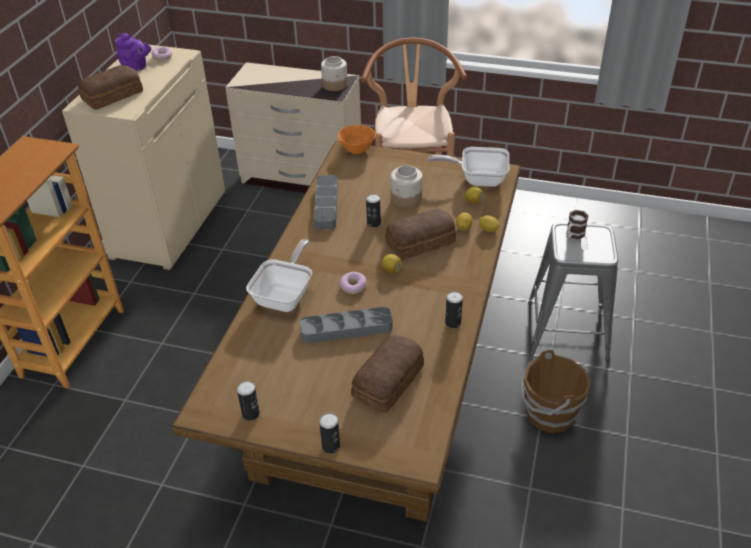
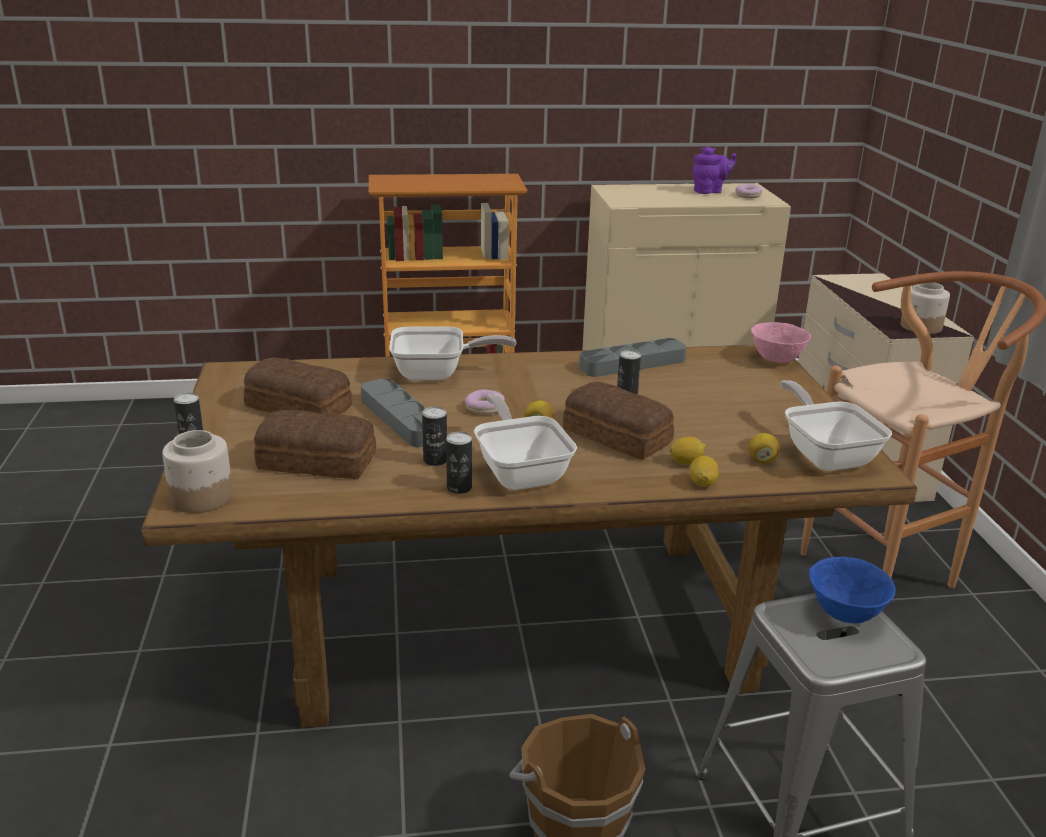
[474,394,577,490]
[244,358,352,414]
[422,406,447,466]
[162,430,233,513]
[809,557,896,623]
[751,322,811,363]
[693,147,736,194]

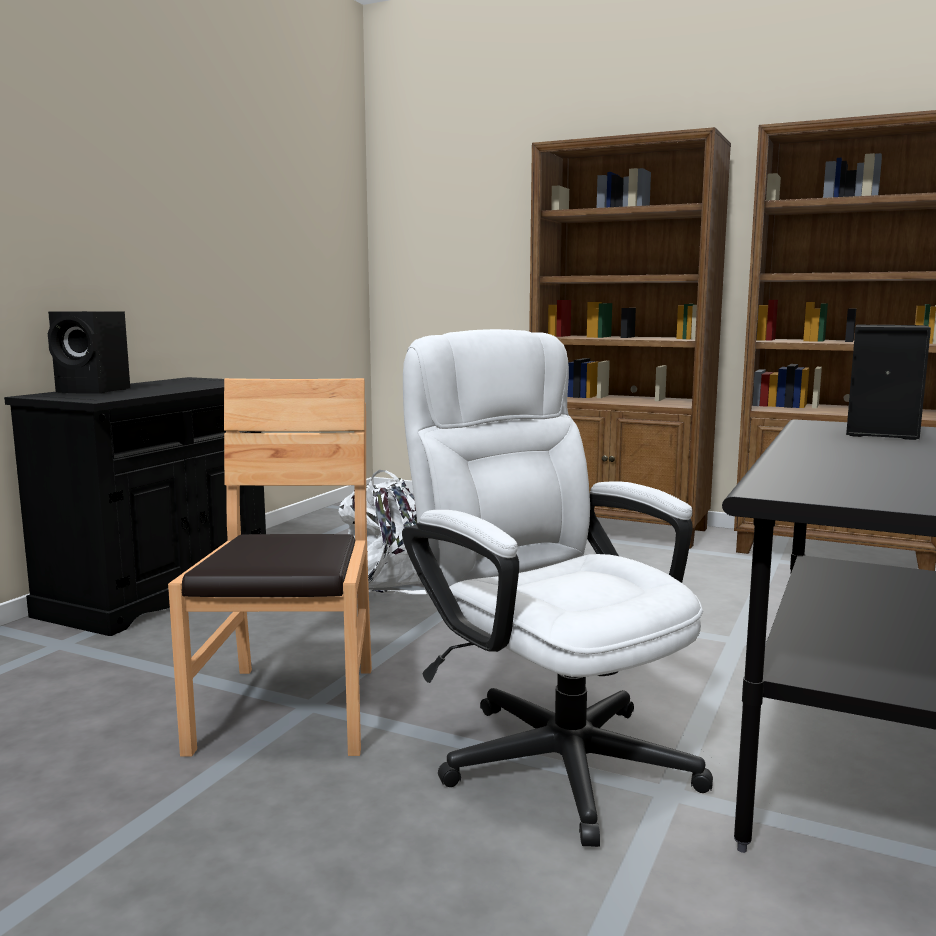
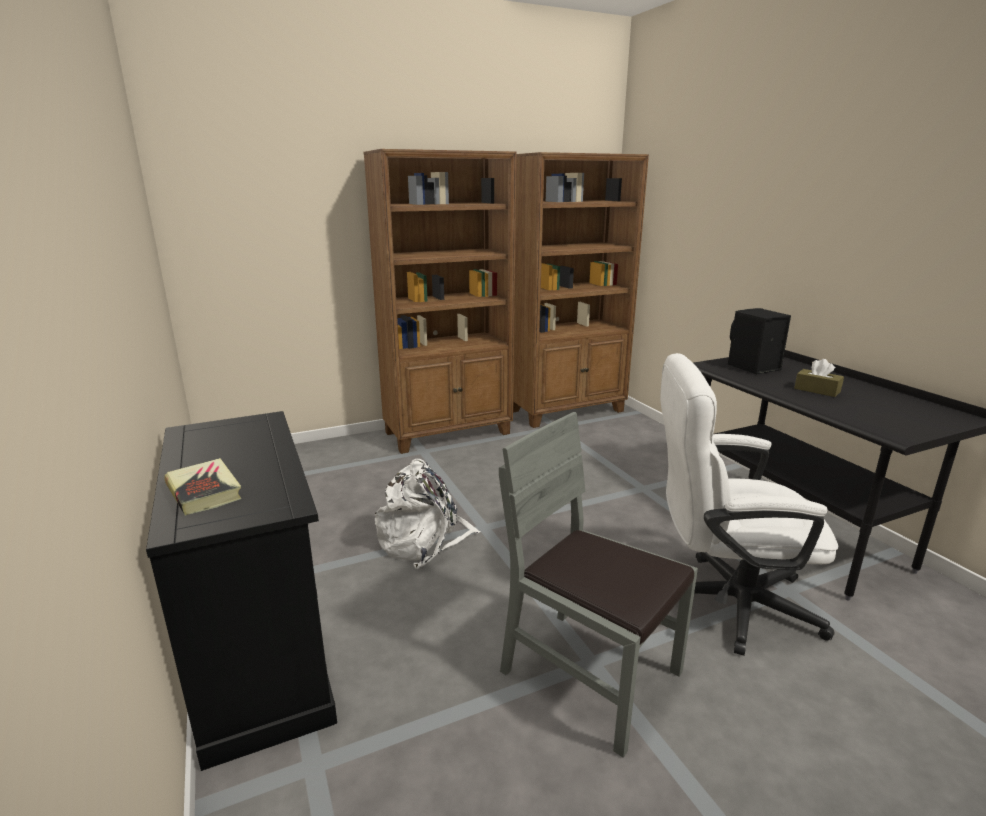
[794,359,844,397]
[164,458,242,515]
[499,412,698,758]

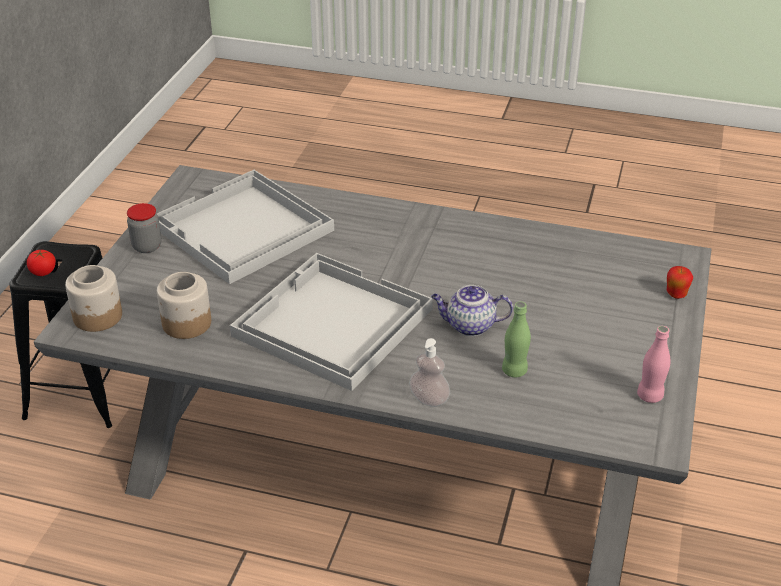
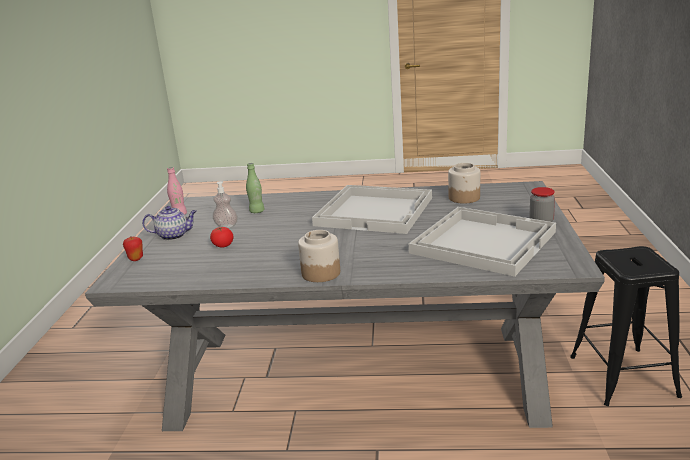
[210,227,233,248]
[298,230,340,282]
[213,181,238,228]
[142,206,197,240]

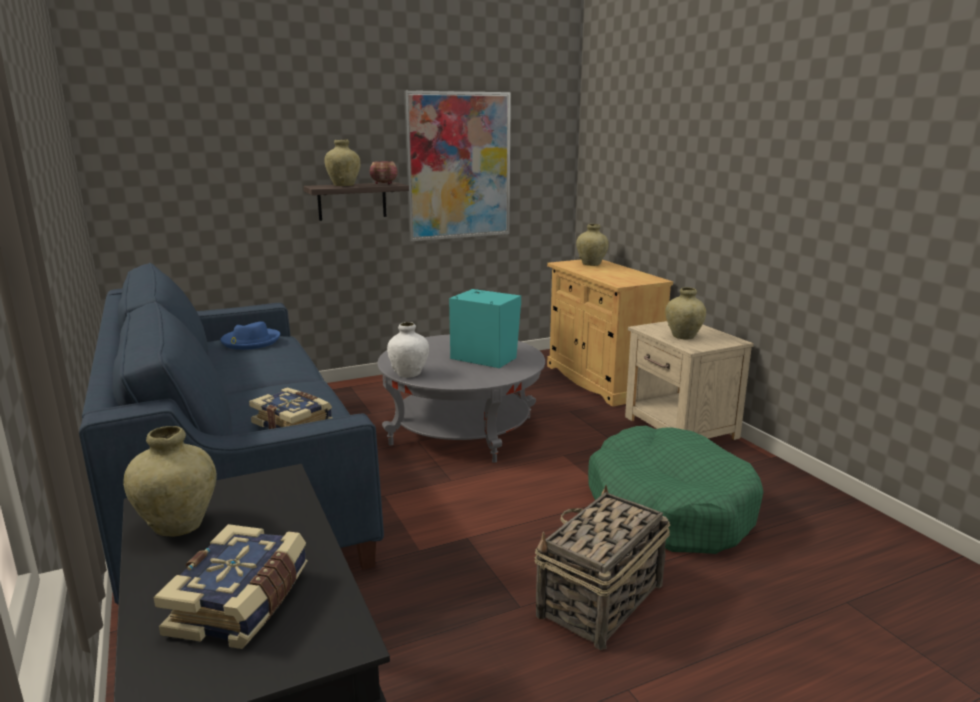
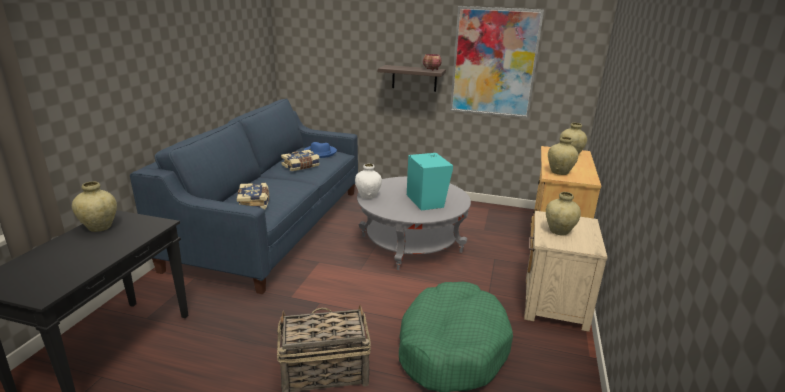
[281,150,320,171]
[548,137,578,175]

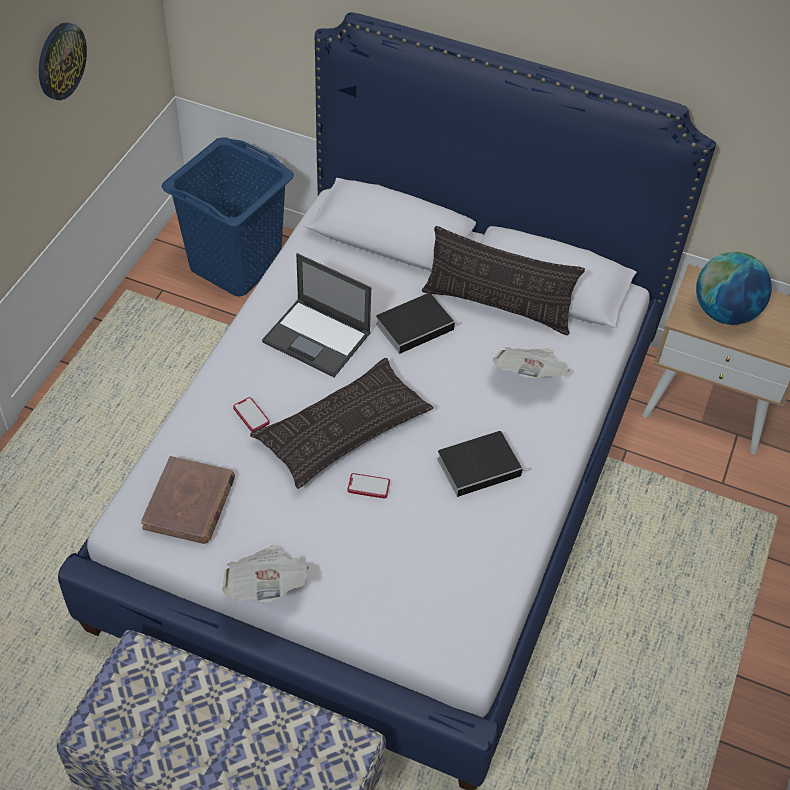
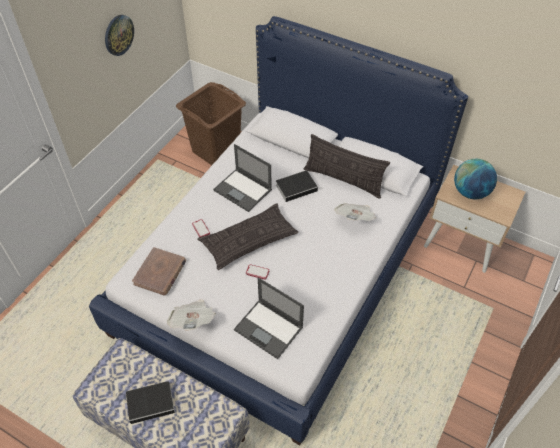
[234,277,304,359]
[126,381,183,424]
[176,82,246,165]

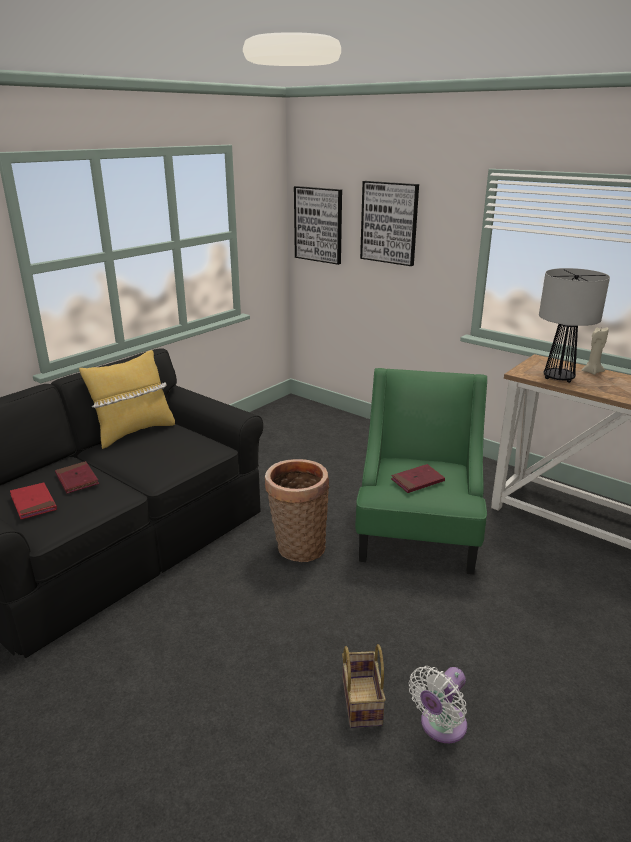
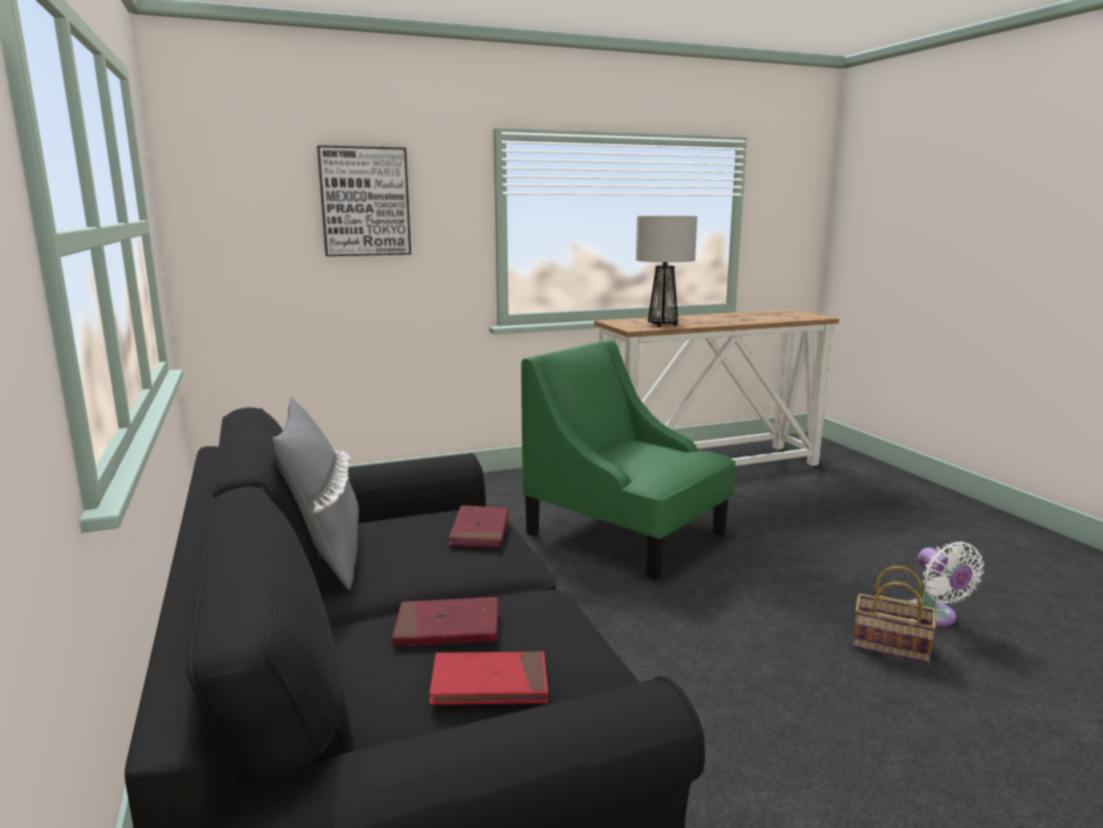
[265,459,329,562] (first image)
[294,186,342,265] (first image)
[448,505,509,548]
[272,396,359,591]

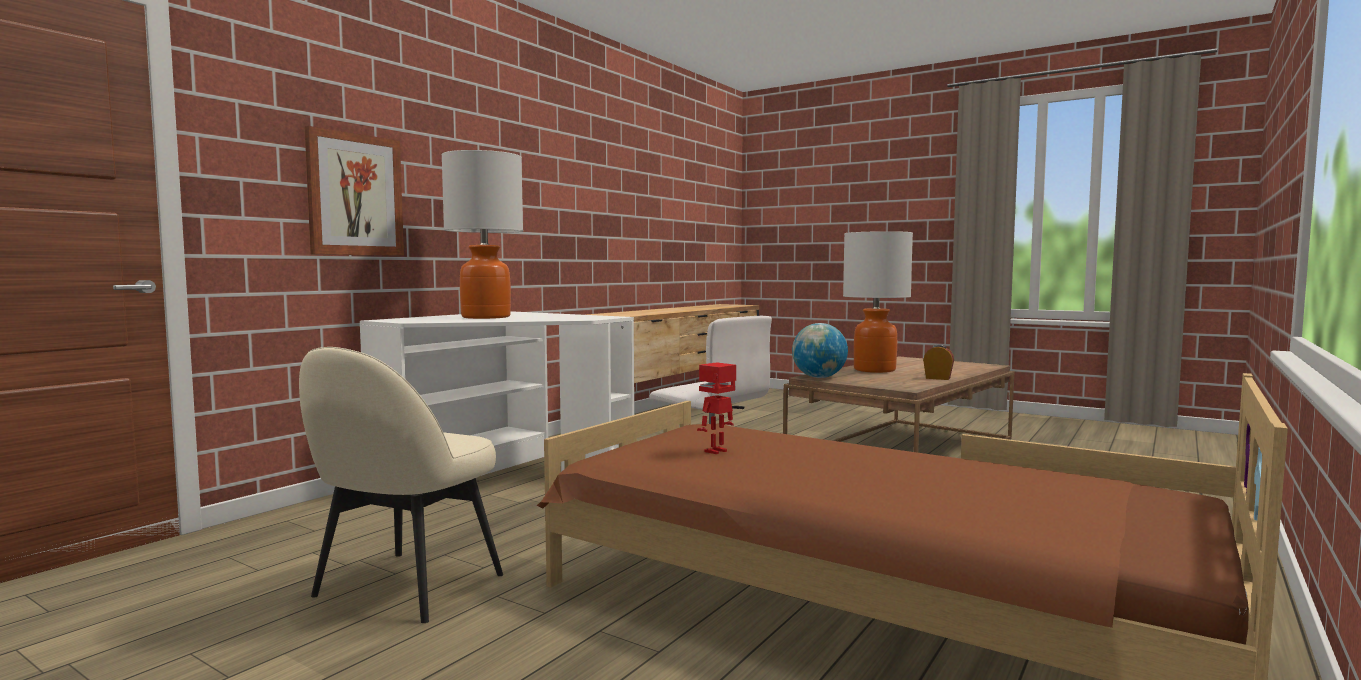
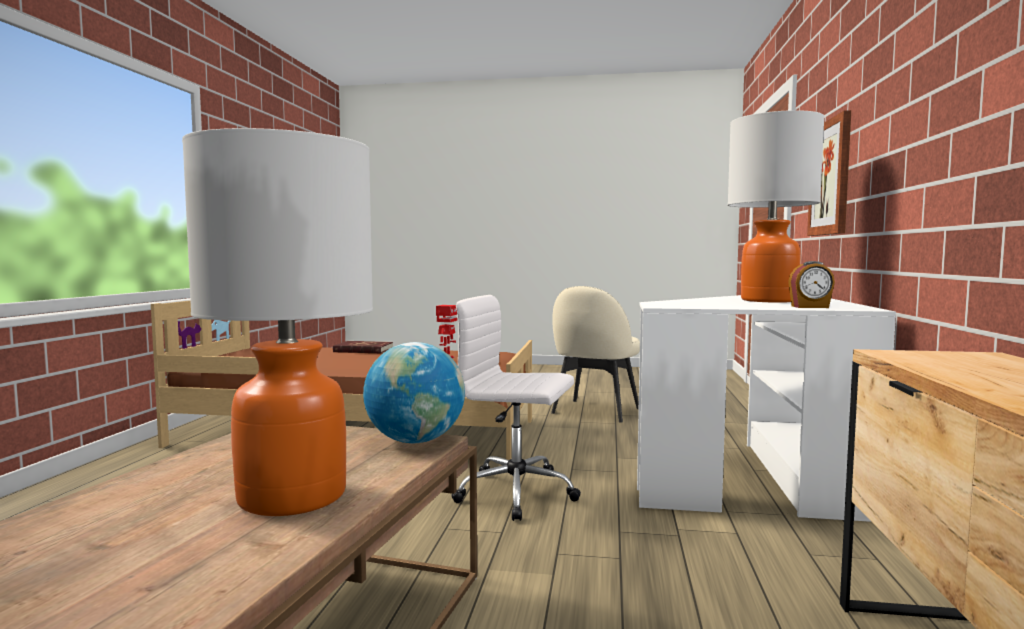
[333,341,393,353]
[788,261,835,308]
[551,286,640,422]

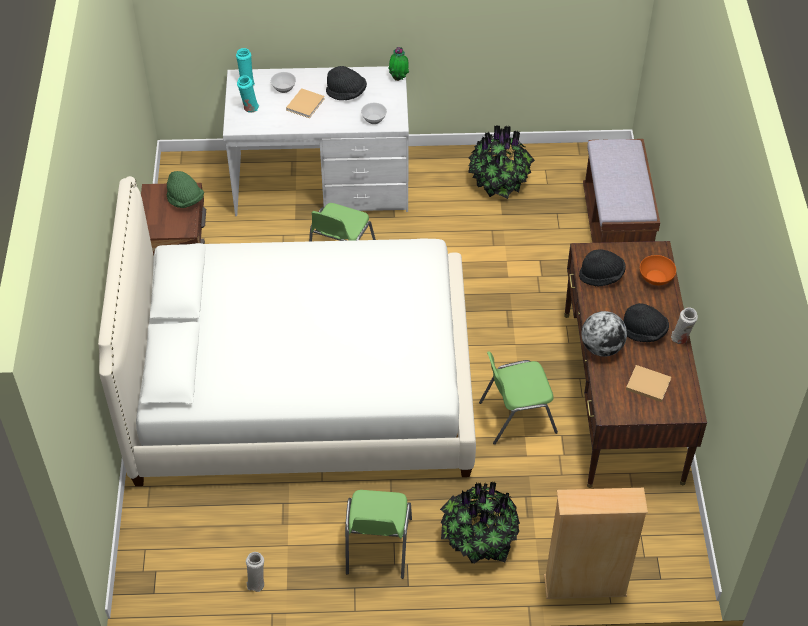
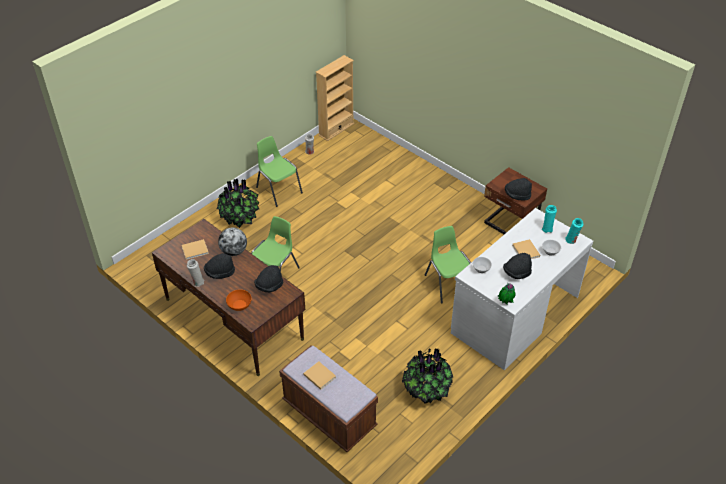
[98,176,476,486] (first image)
[303,361,336,390]
[316,55,354,141]
[505,178,532,201]

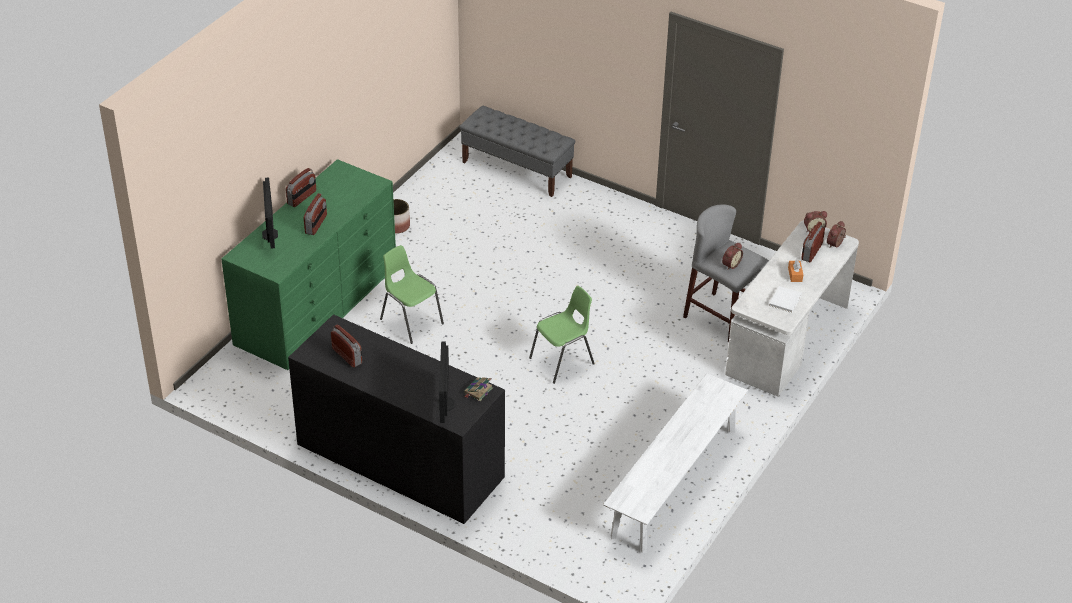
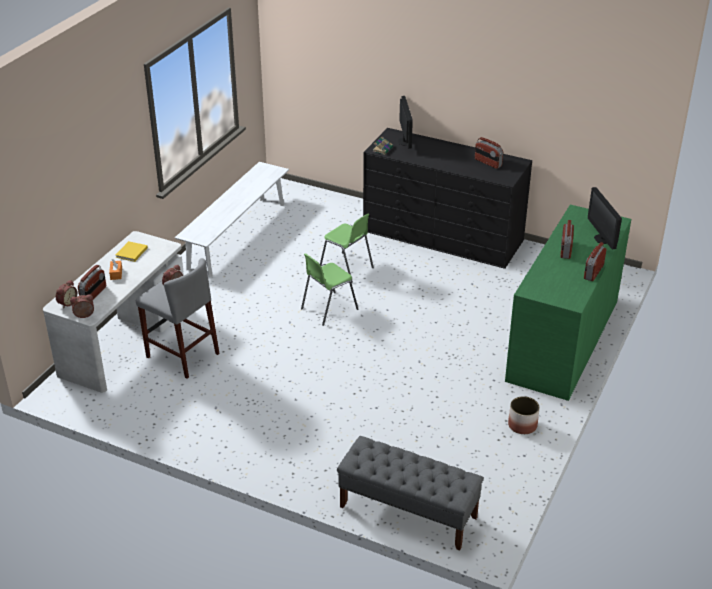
[320,214,374,283]
[116,241,148,262]

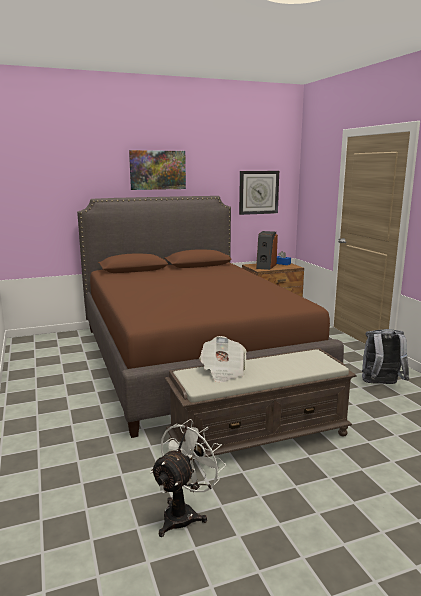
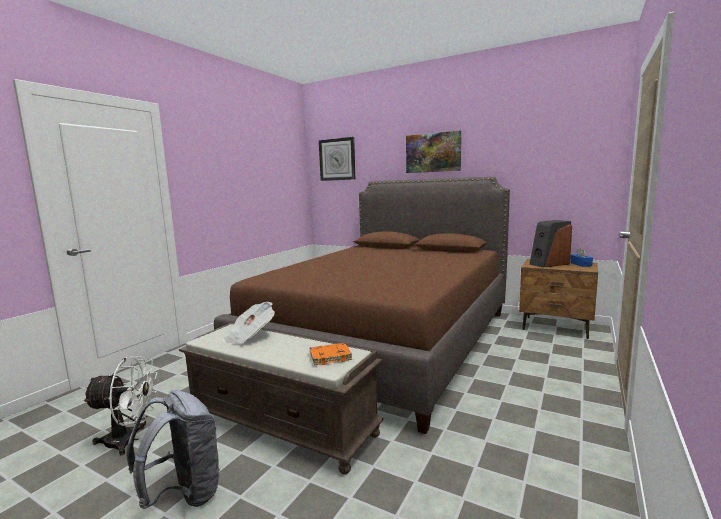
[310,343,352,365]
[319,137,356,181]
[126,390,221,509]

